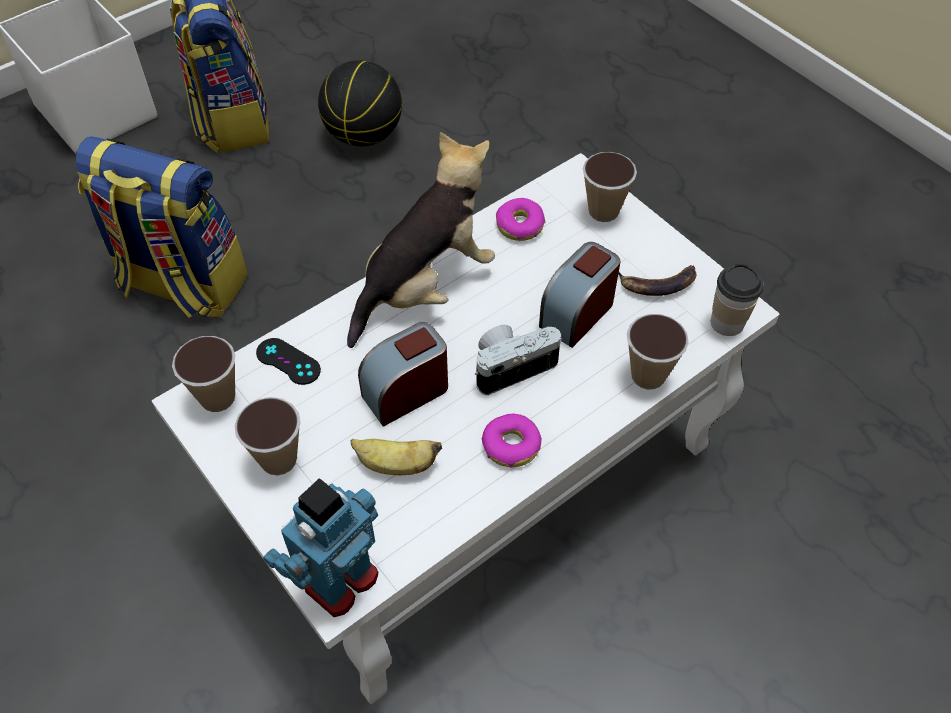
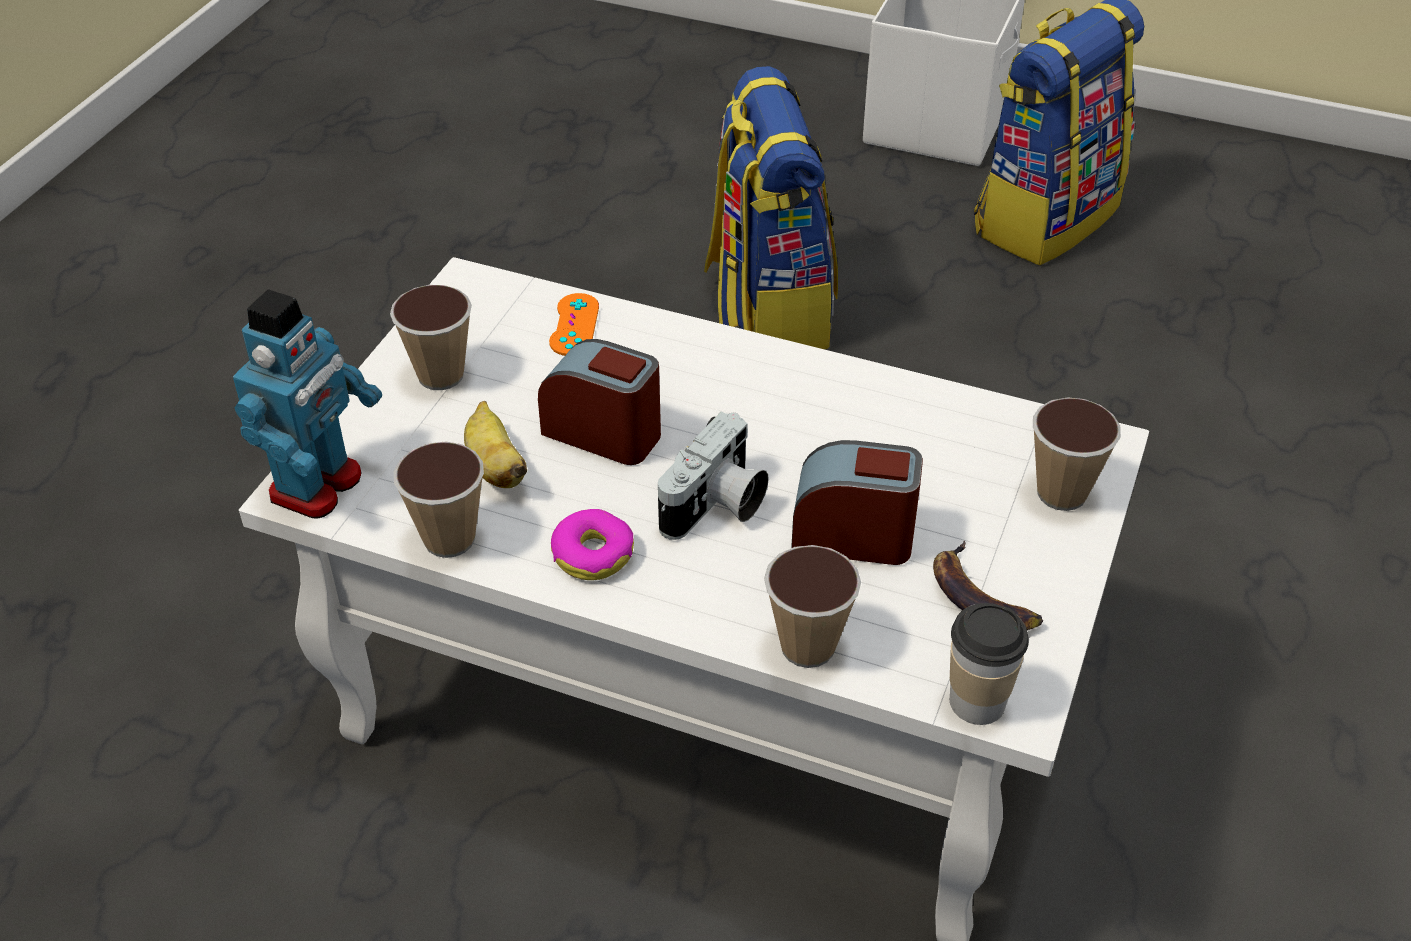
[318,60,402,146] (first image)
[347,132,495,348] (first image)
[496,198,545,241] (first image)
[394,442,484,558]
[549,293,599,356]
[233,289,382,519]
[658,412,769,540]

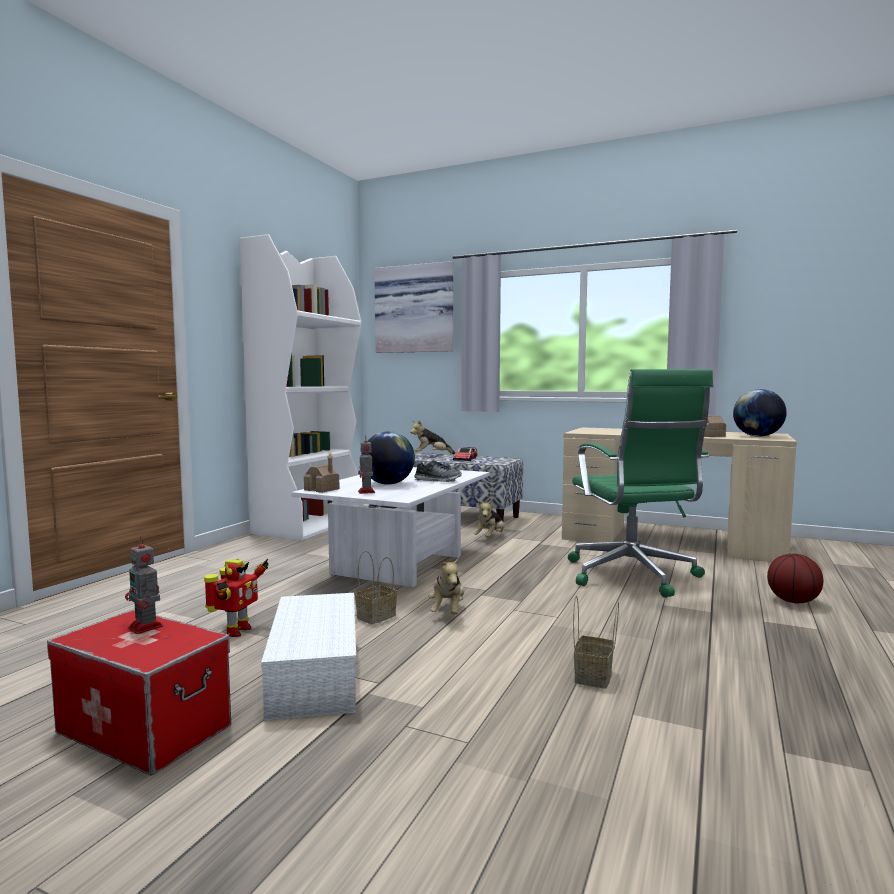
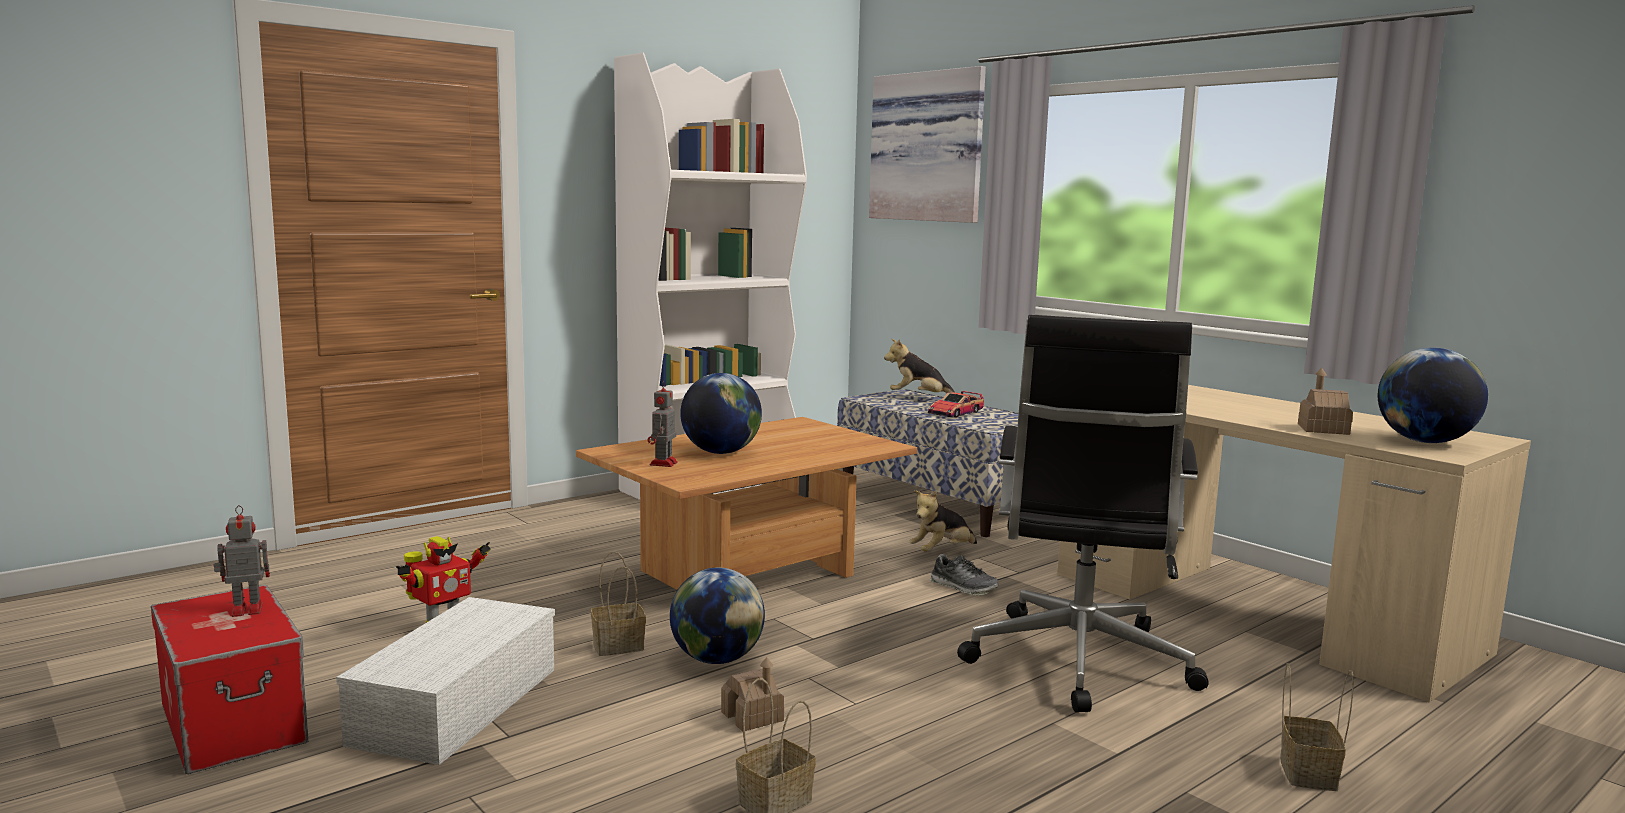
[721,657,784,732]
[930,554,999,595]
[670,567,765,664]
[1280,663,1354,791]
[576,417,917,590]
[957,315,1209,712]
[213,505,270,617]

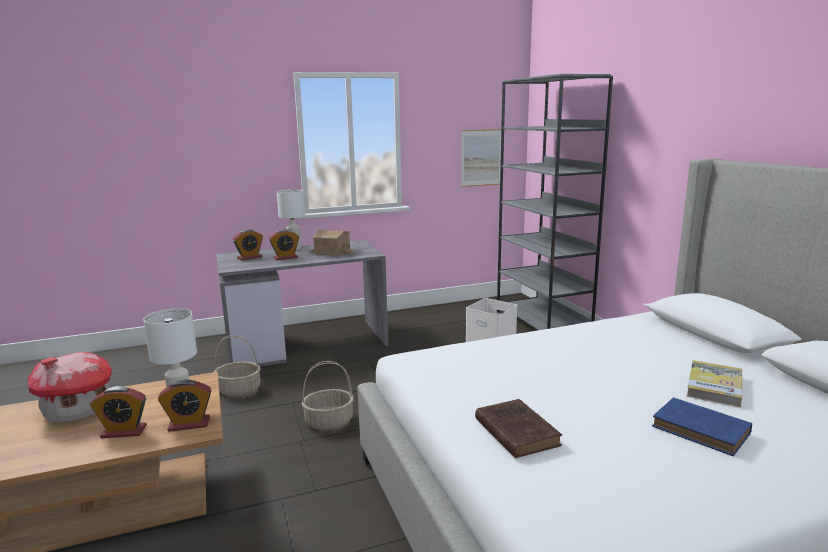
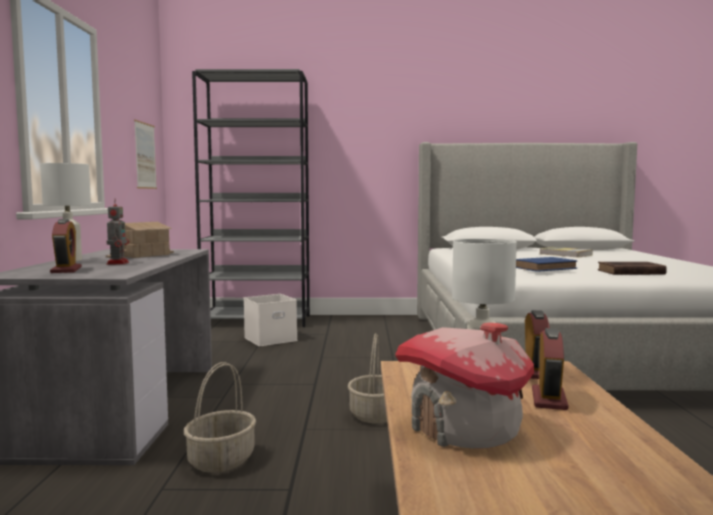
[516,257,577,272]
[106,199,129,264]

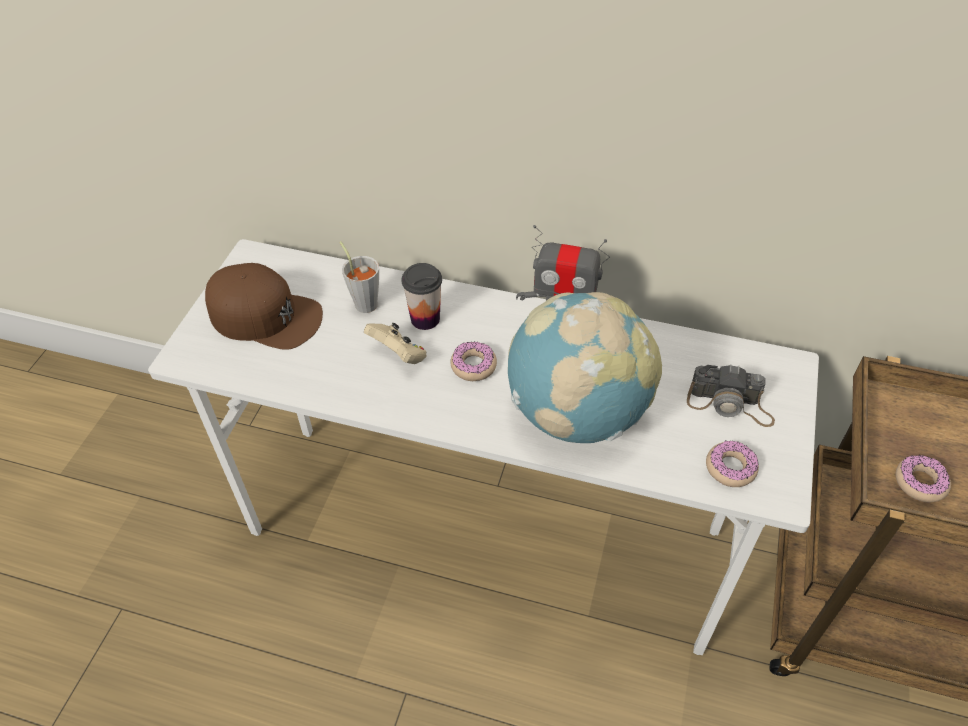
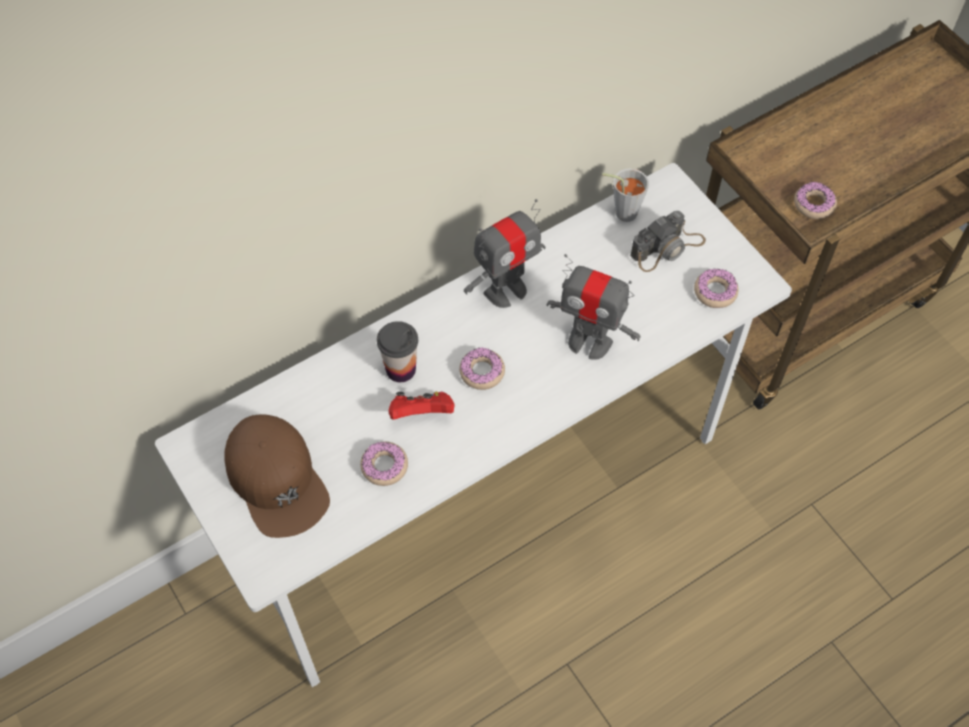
[360,442,408,486]
[602,168,649,222]
[546,254,641,360]
[388,391,454,420]
[224,414,330,538]

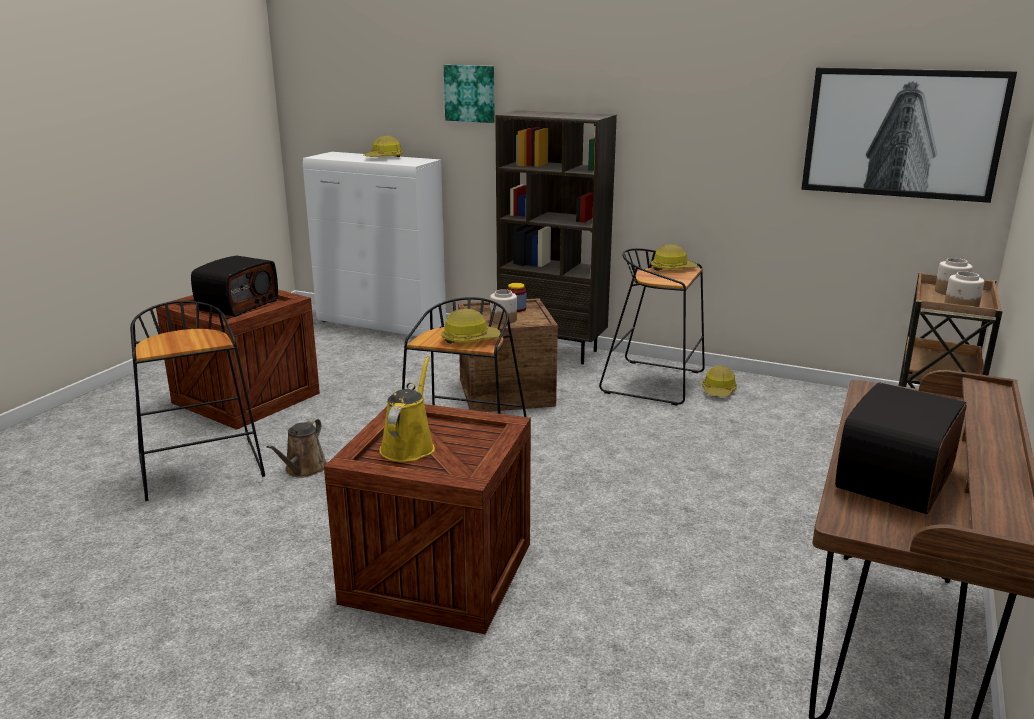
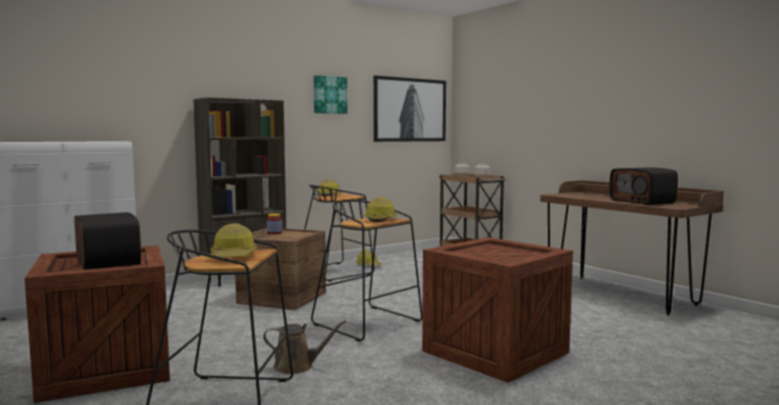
[379,356,435,462] (first image)
[490,290,517,324] (first image)
[211,223,257,257]
[314,75,347,114]
[263,320,347,374]

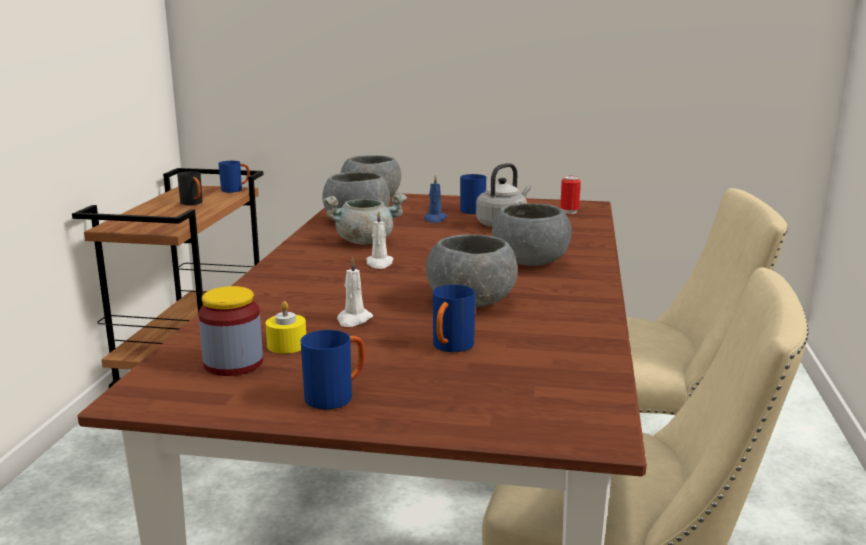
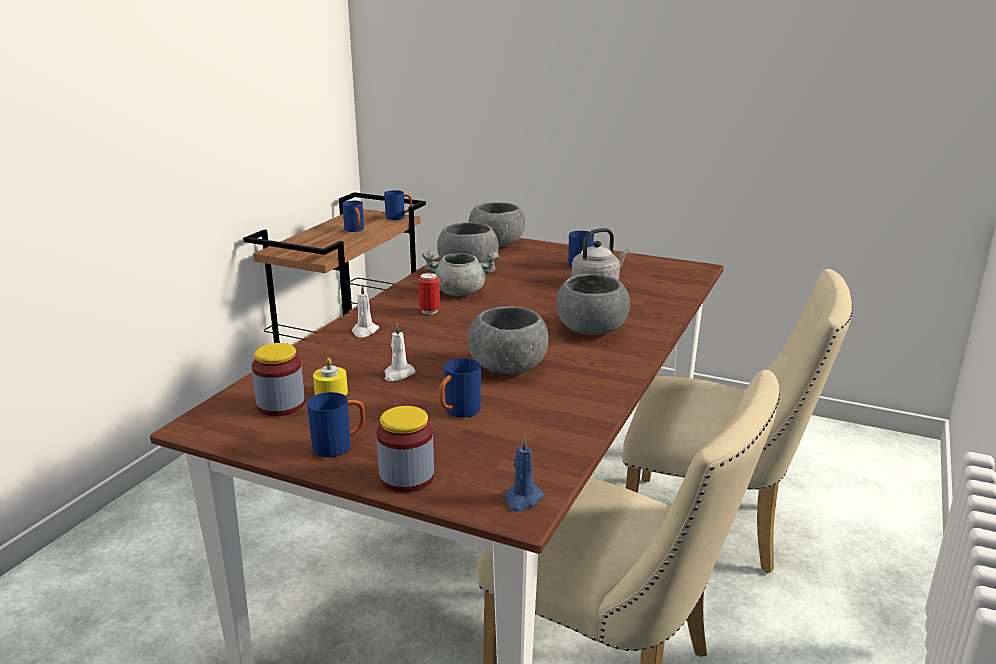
[377,406,434,492]
[352,284,379,338]
[504,436,544,512]
[419,273,440,314]
[342,201,364,232]

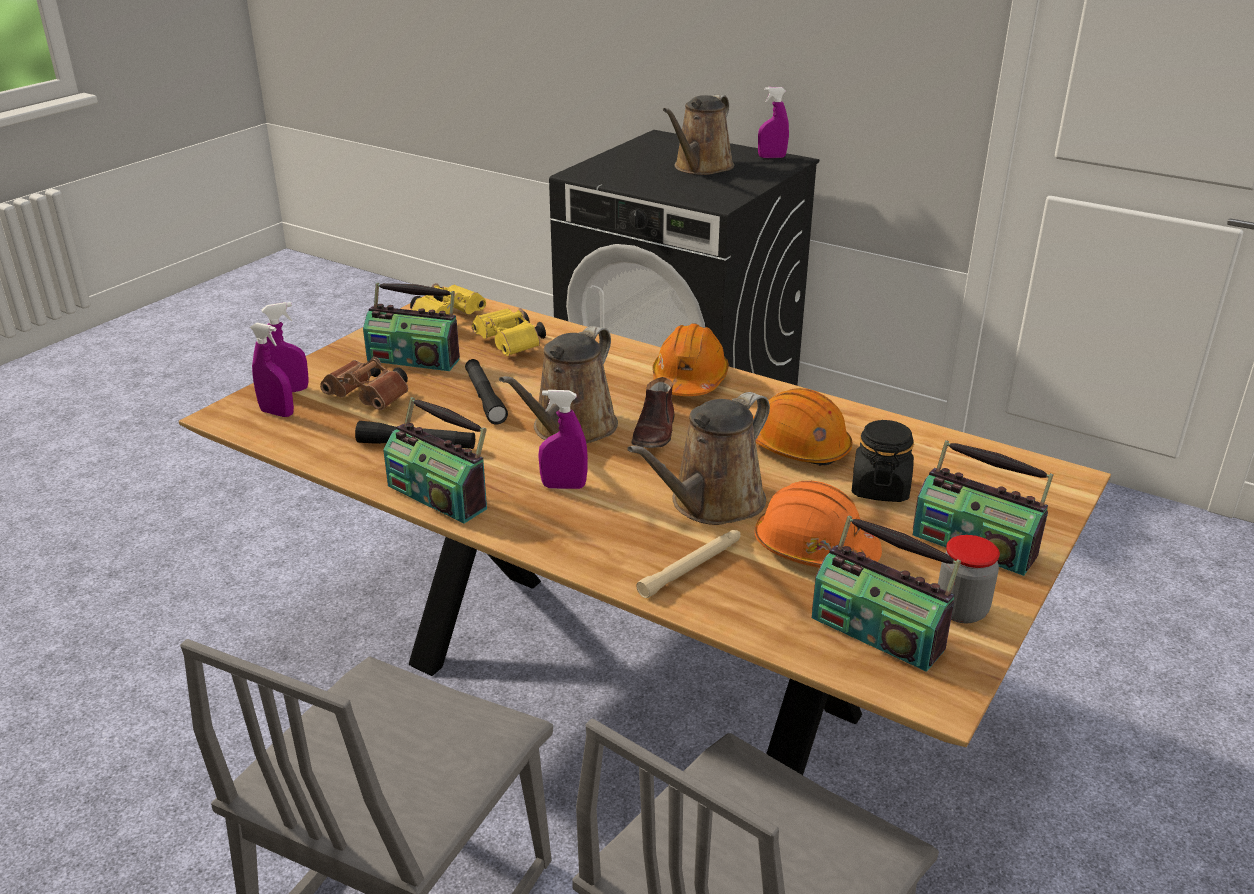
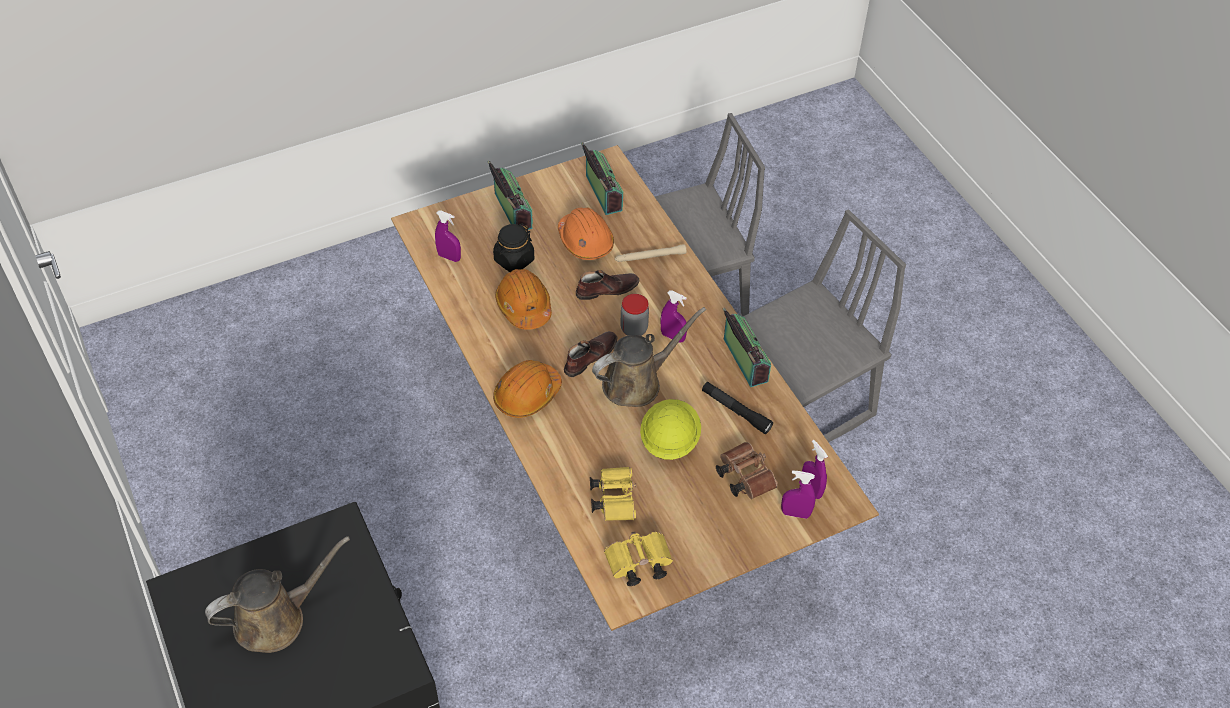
[363,283,460,371] (first image)
[435,210,461,262]
[620,294,649,336]
[640,399,701,460]
[576,270,640,300]

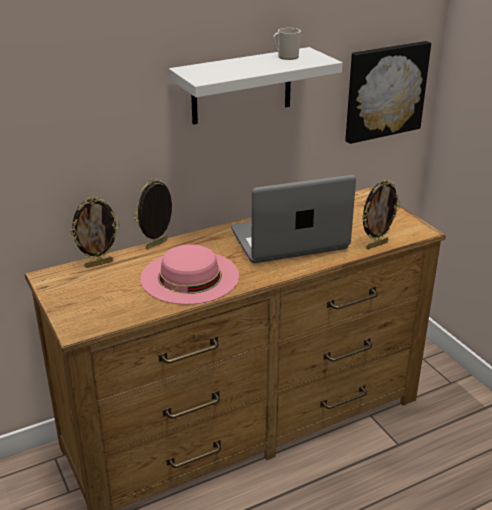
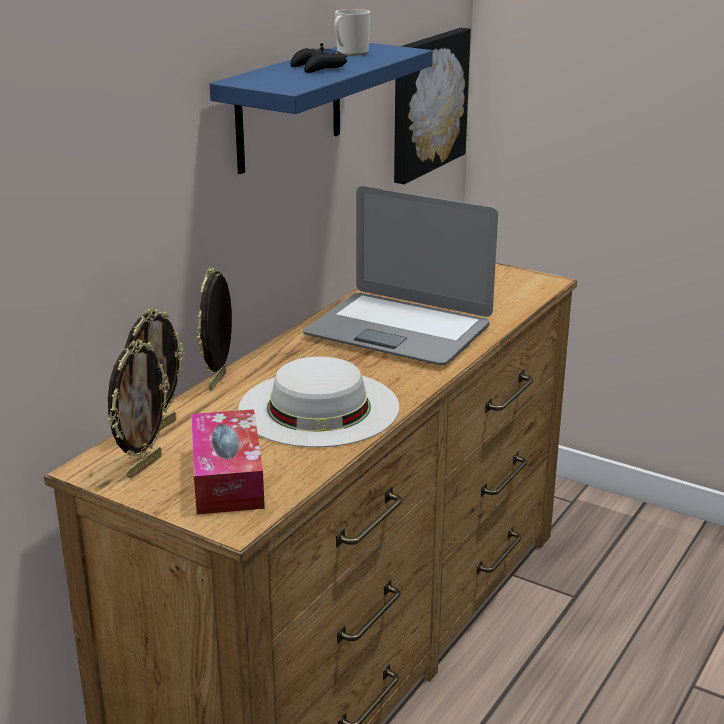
[191,409,265,514]
[290,43,347,73]
[108,339,170,479]
[239,357,399,447]
[210,43,433,174]
[303,186,498,365]

